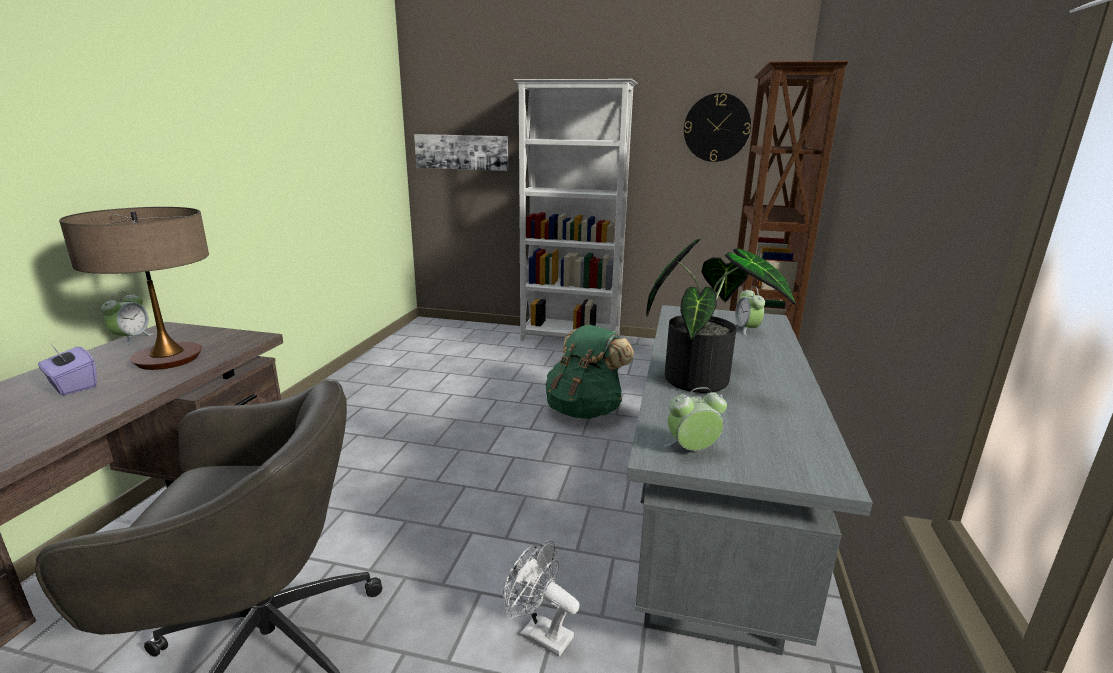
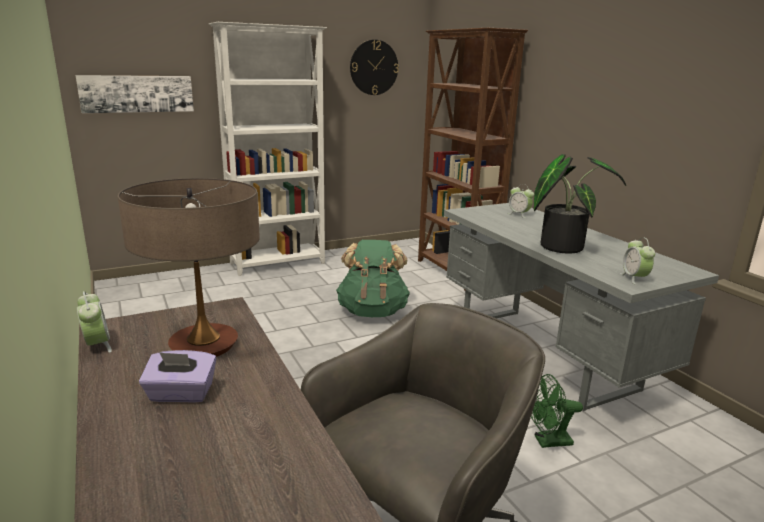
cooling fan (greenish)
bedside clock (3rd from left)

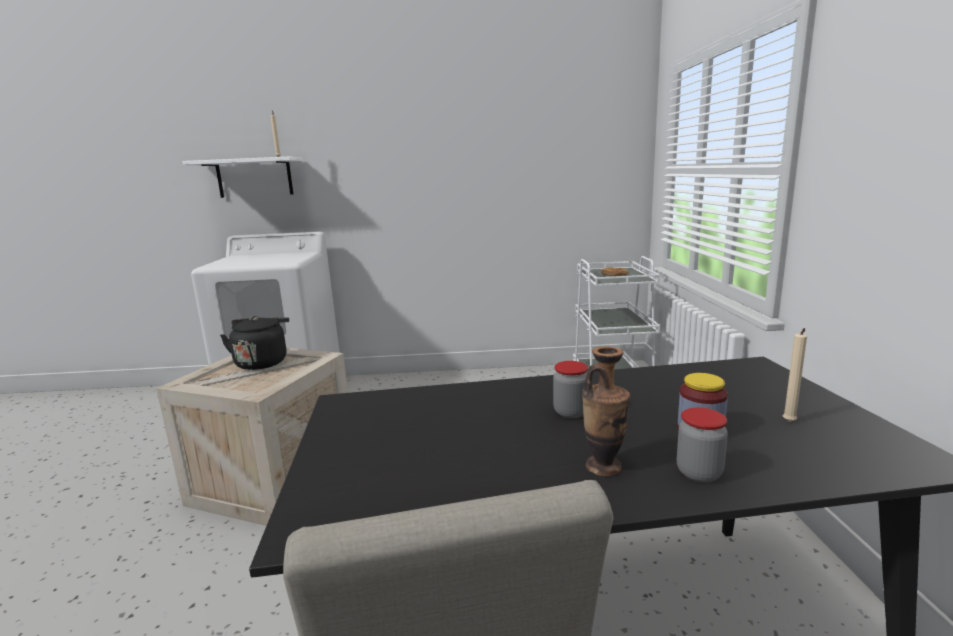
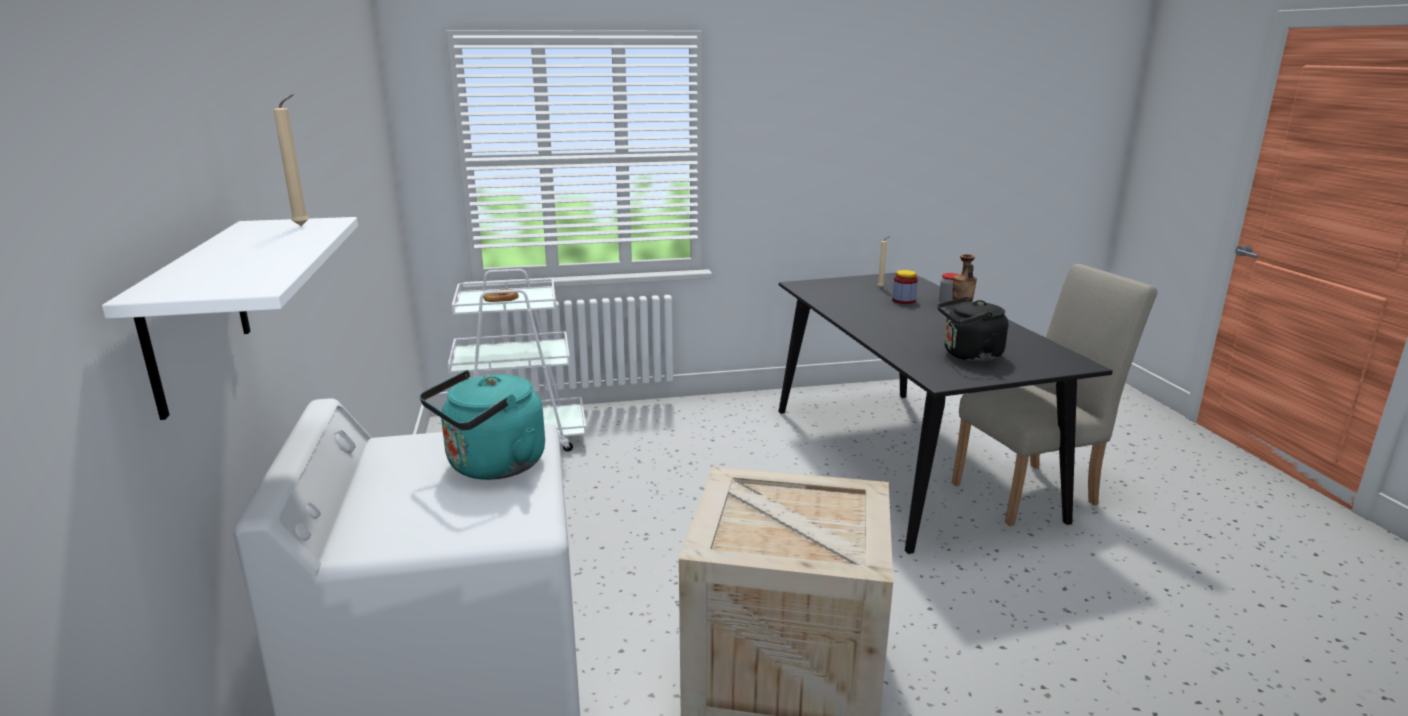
preserve jar (1st from left in the first image)
water kettle (blue-green)
water kettle (black)

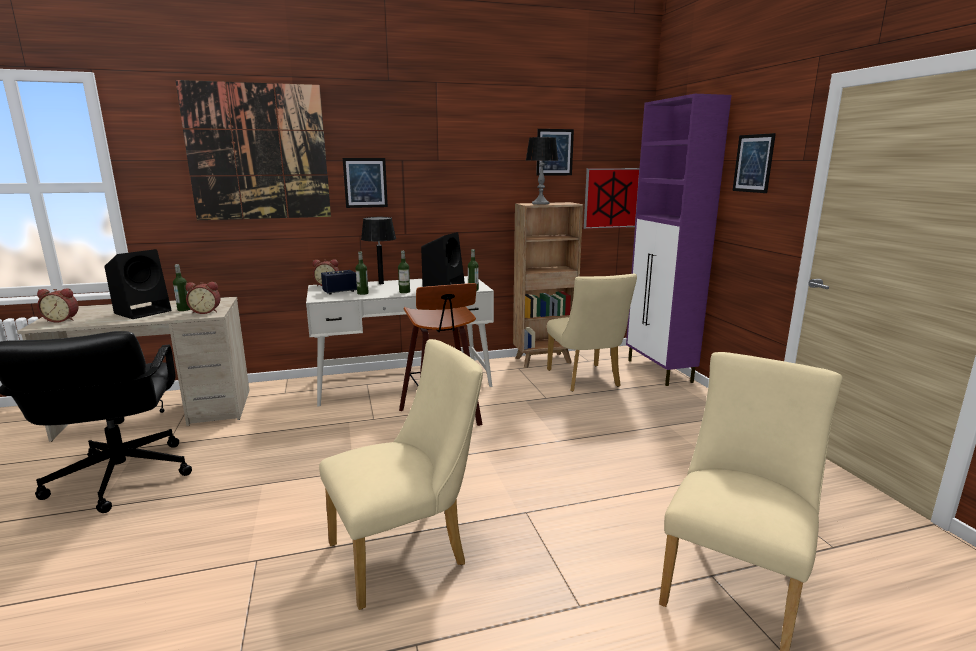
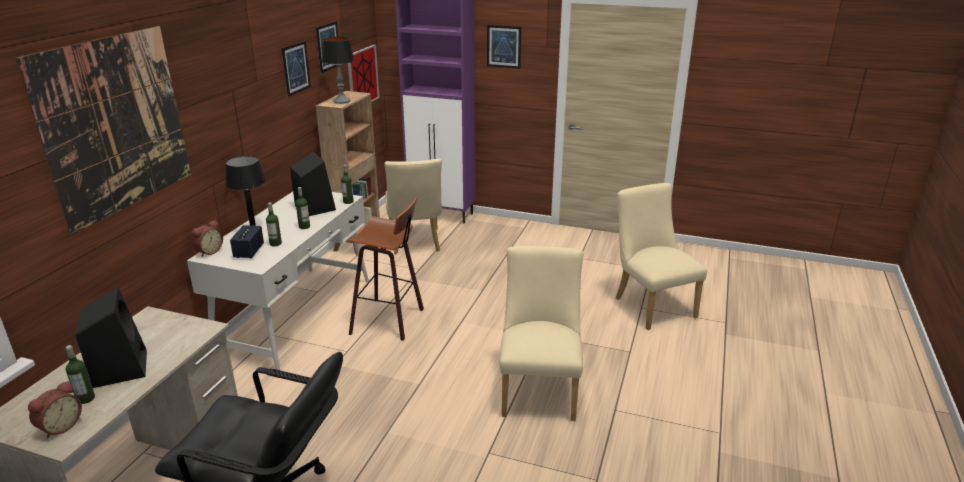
bedside clock (2nd from left in the first image)
drink bottle (1st from left)
picture (2nd from left)
plain chair (sand-coloured) (1st from left)

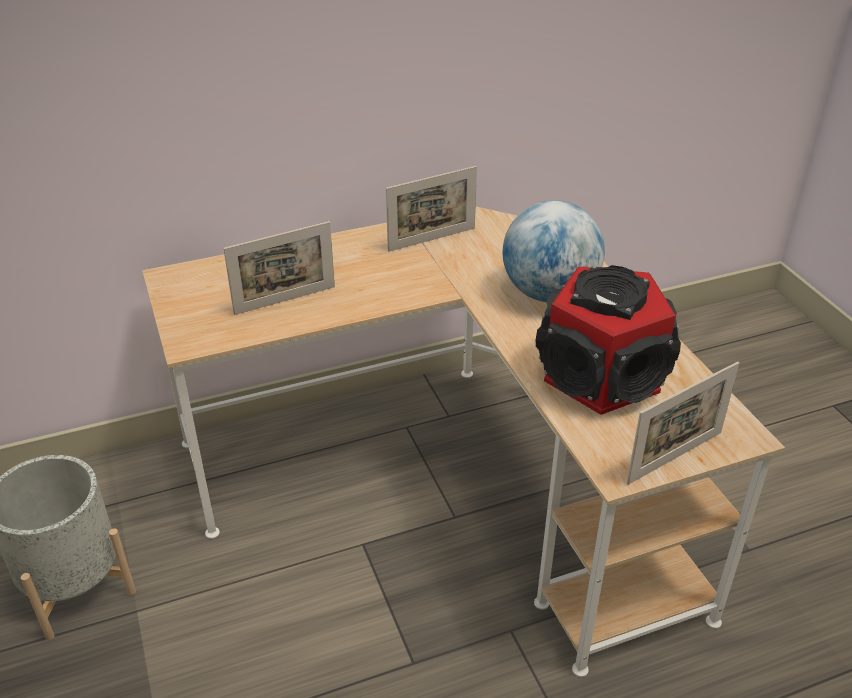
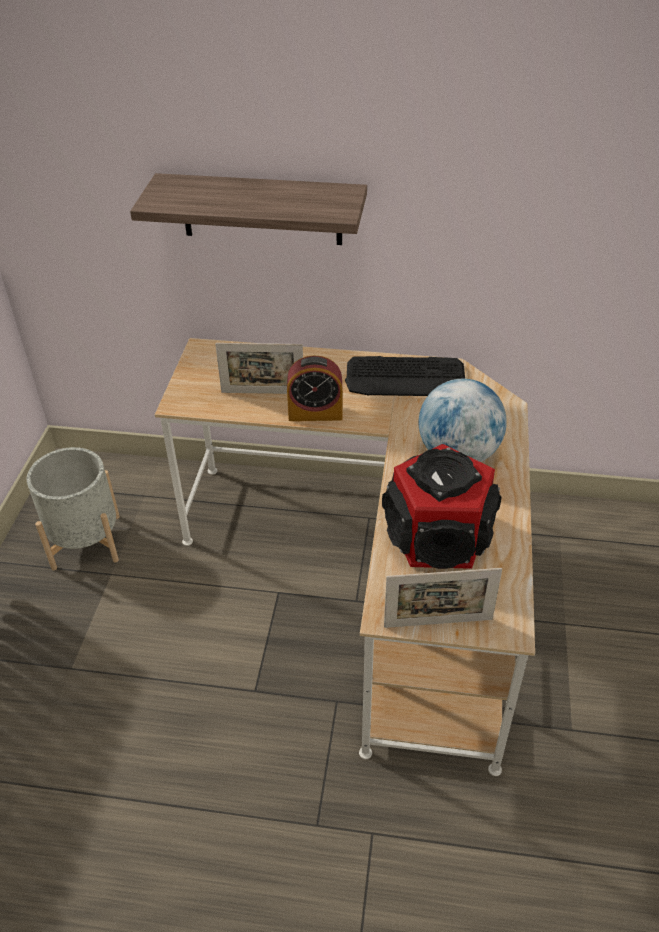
wall shelf
bedside clock
computer keyboard

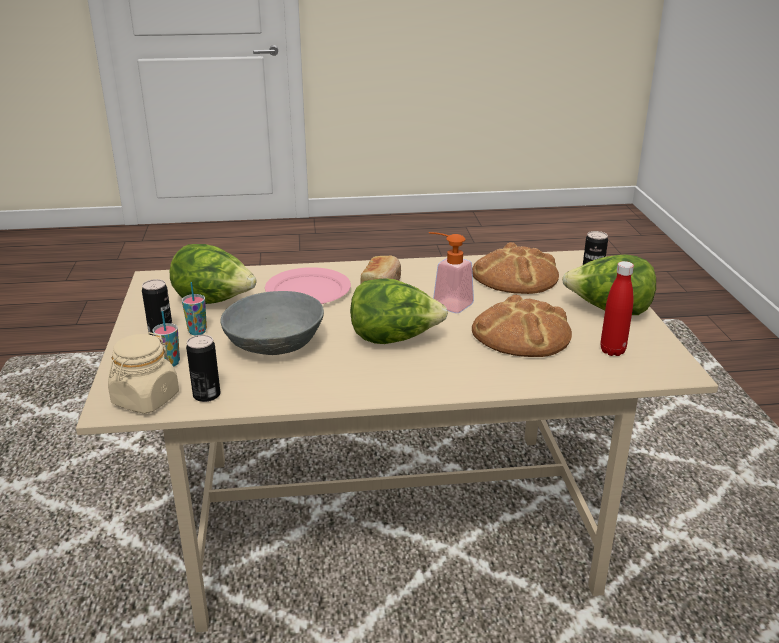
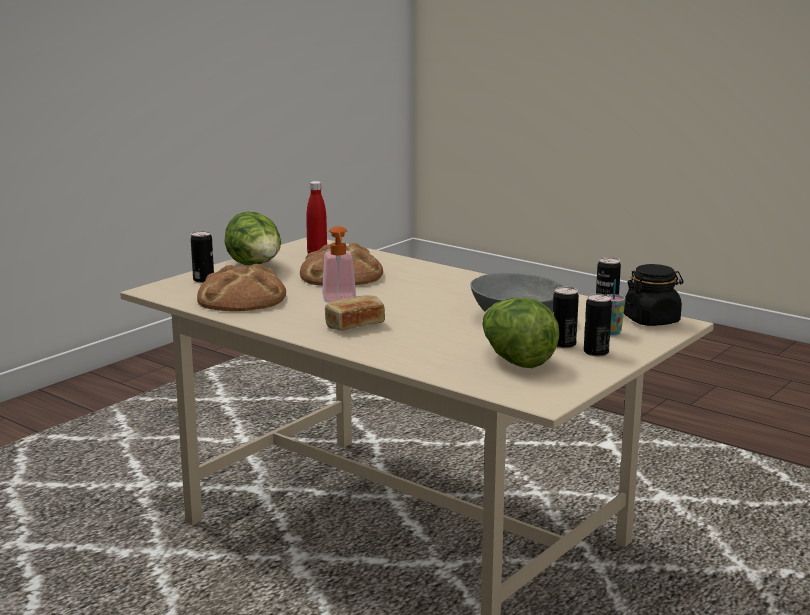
plate (pinkish)
lettuce (2nd from left in the first image)
can (2nd from left)
preserve jar (black)

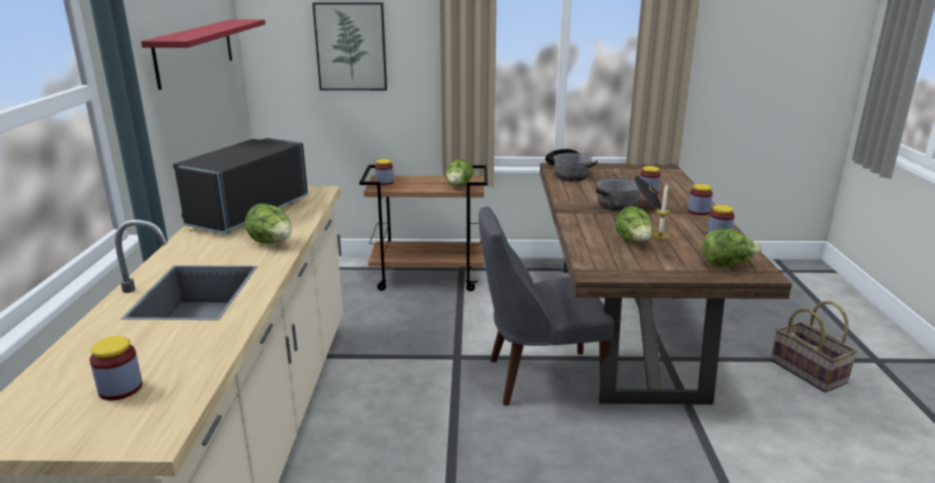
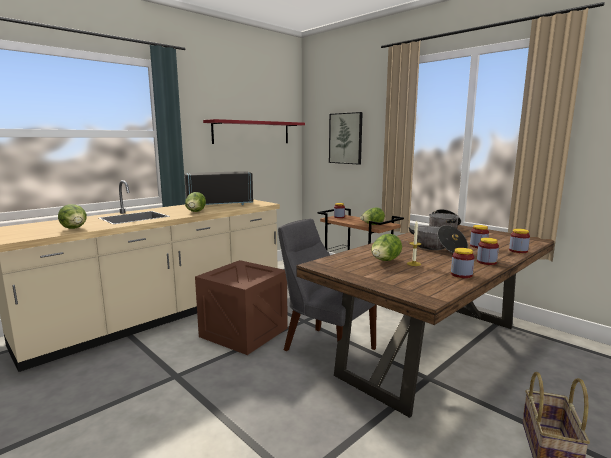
packing crate
preserve jar (5th from left)
lettuce (1st from left)

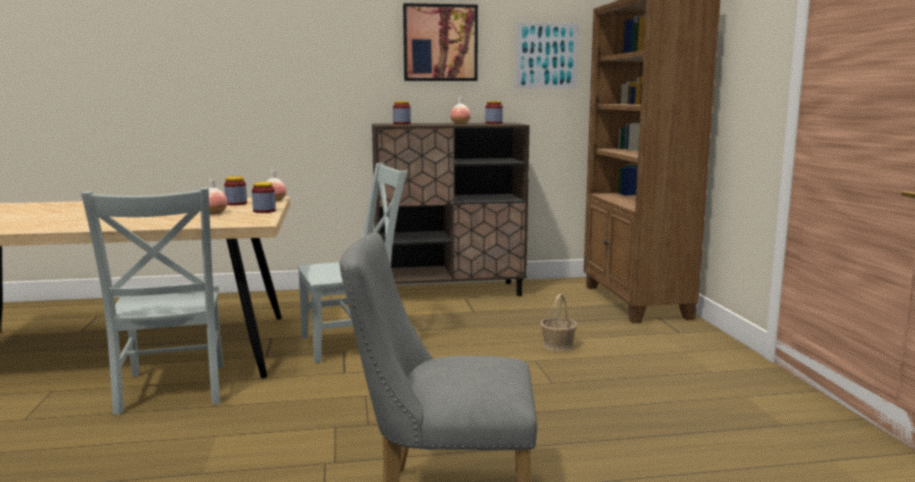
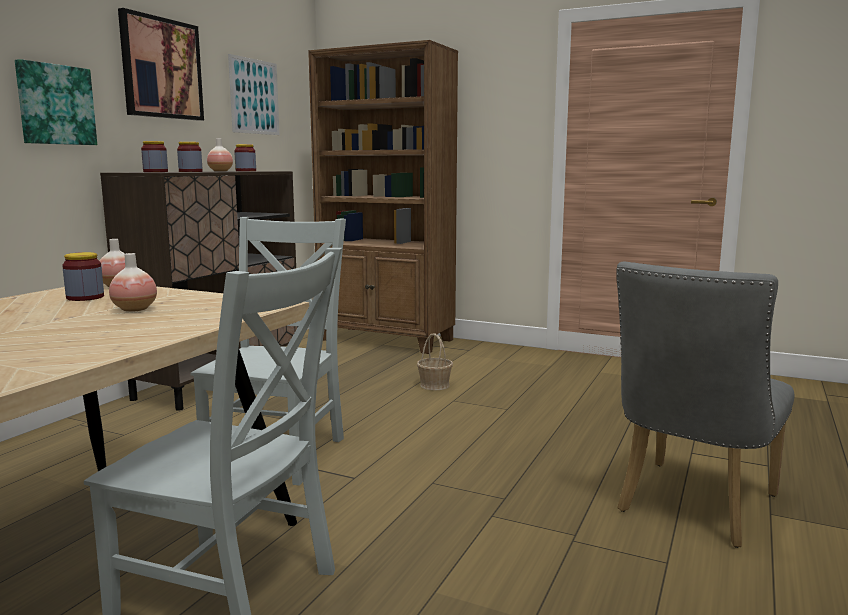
picture (1st from left)
preserve jar (3rd from left)

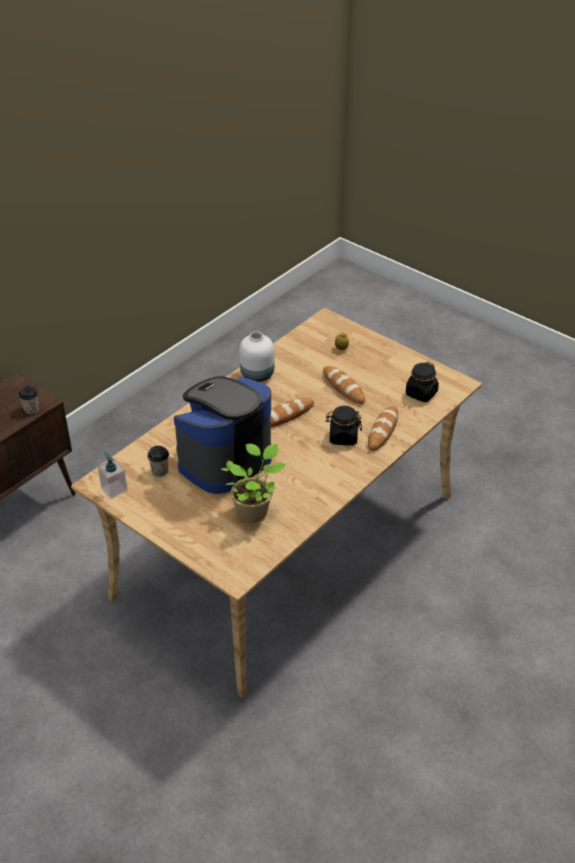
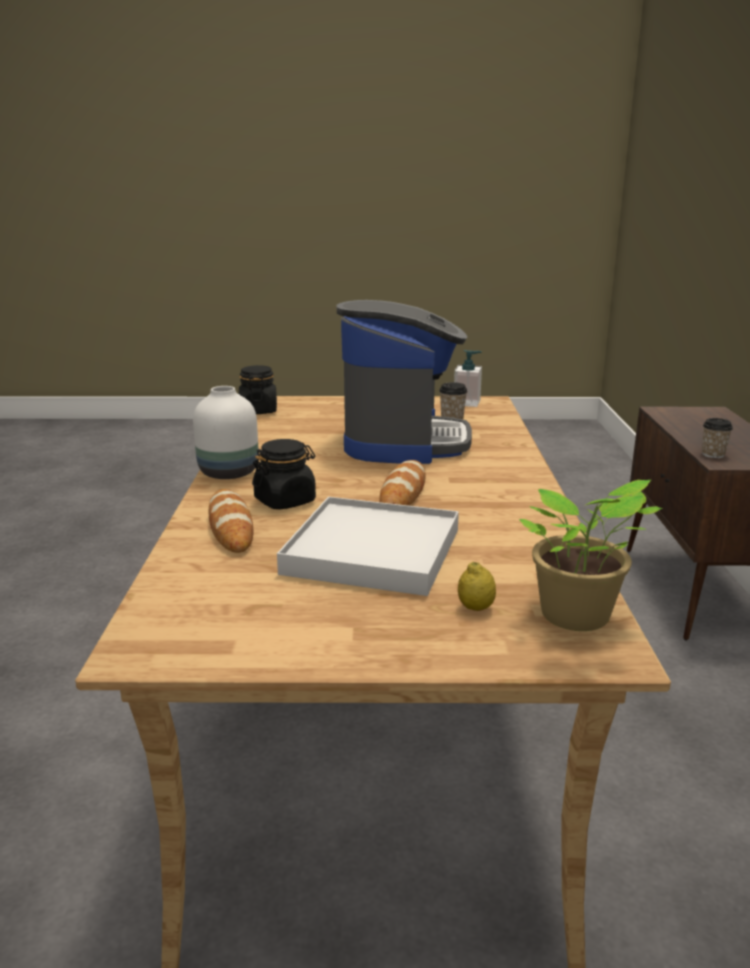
potted plant
vase (white)
preserve jar (black) (1st from left)
serving tray (white)

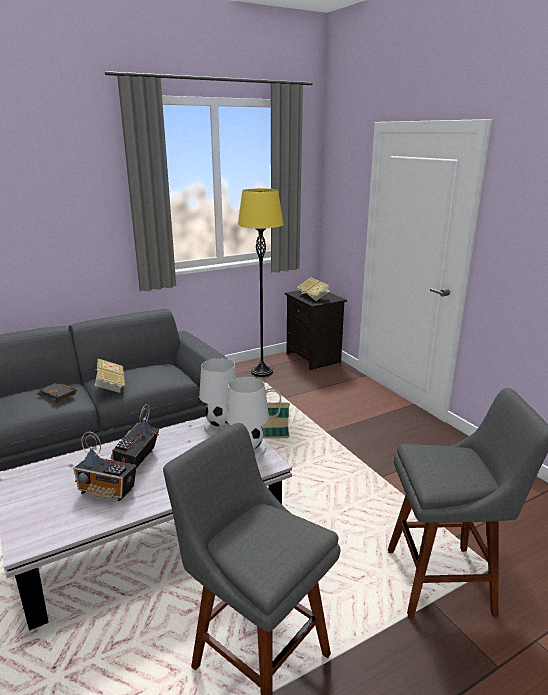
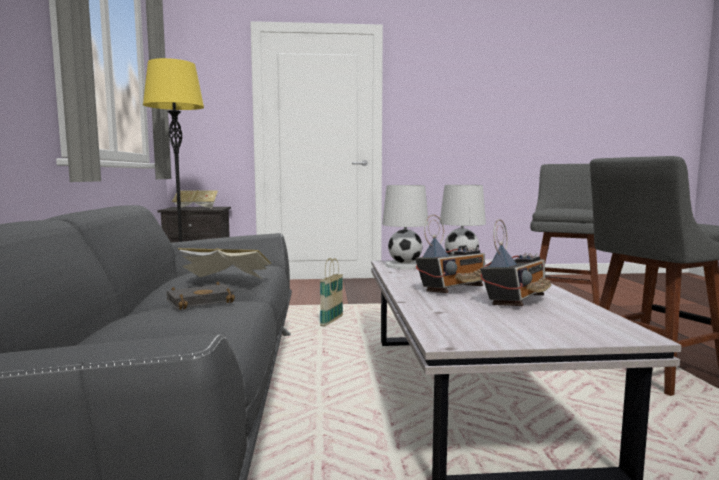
radio set (1st from left)

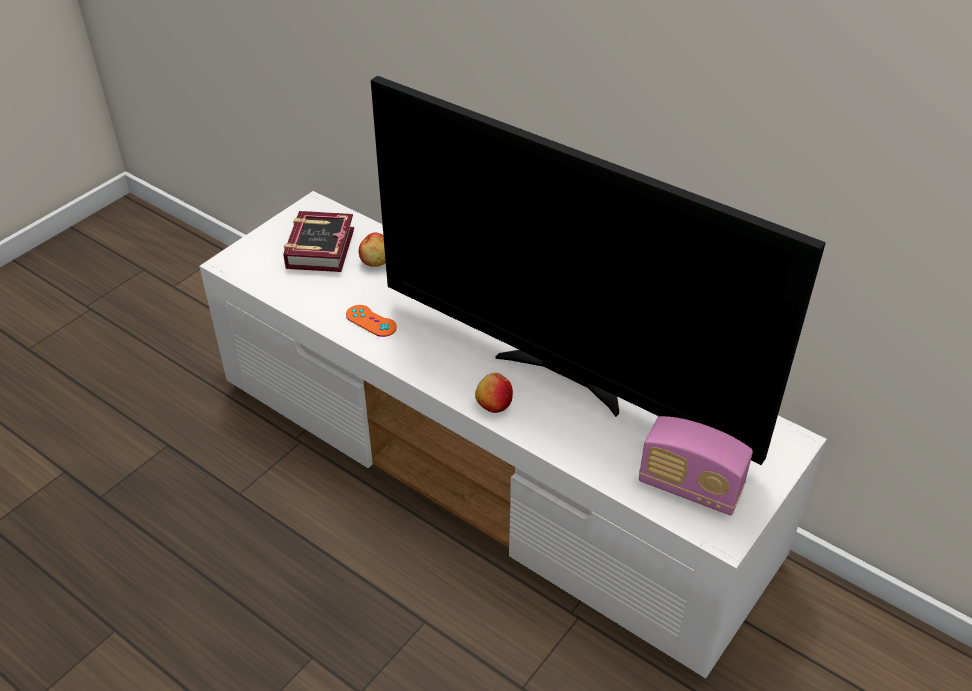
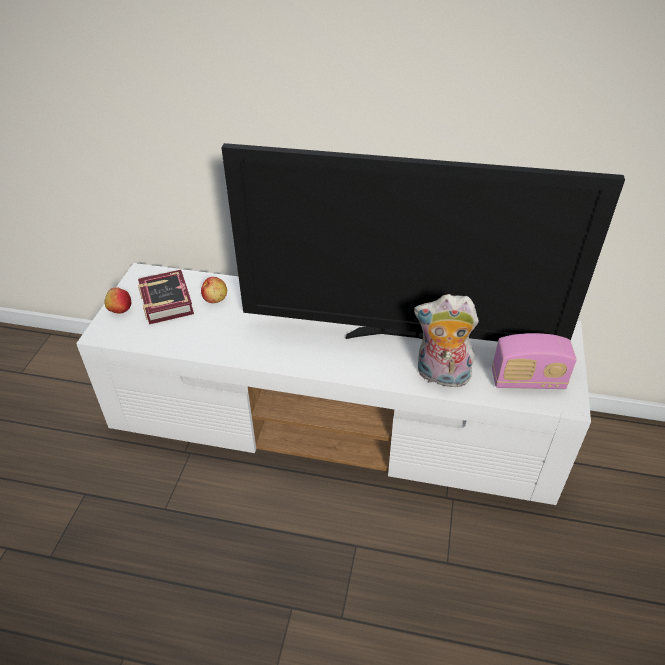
game controller (orange)
cuddly toy
apple fruit (1st from left)

